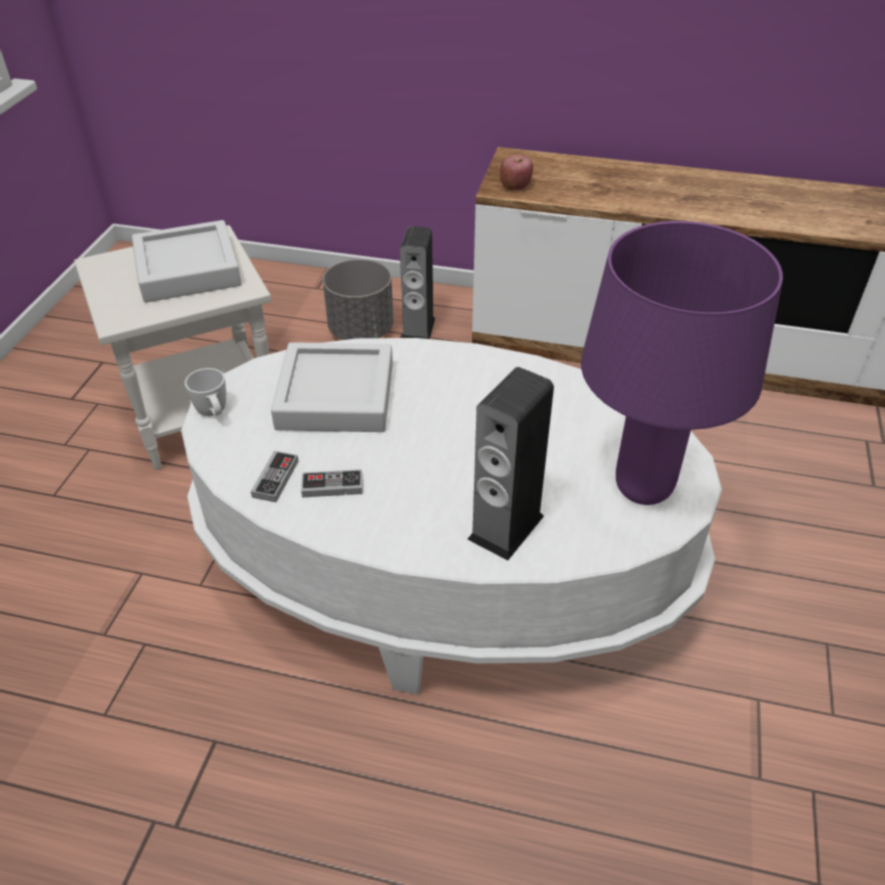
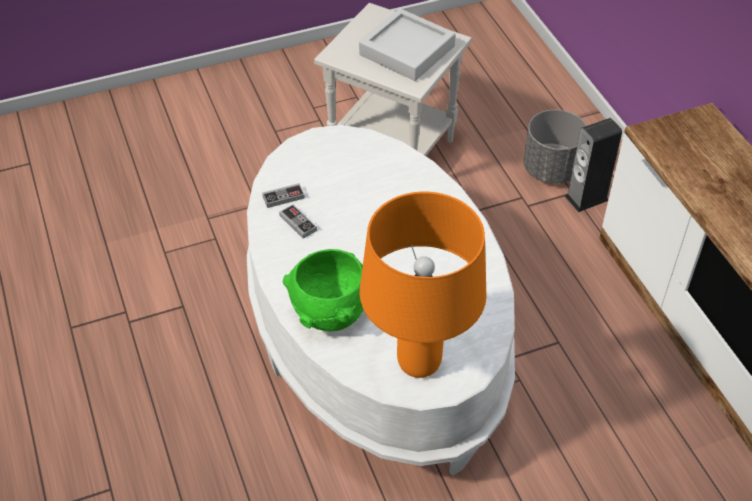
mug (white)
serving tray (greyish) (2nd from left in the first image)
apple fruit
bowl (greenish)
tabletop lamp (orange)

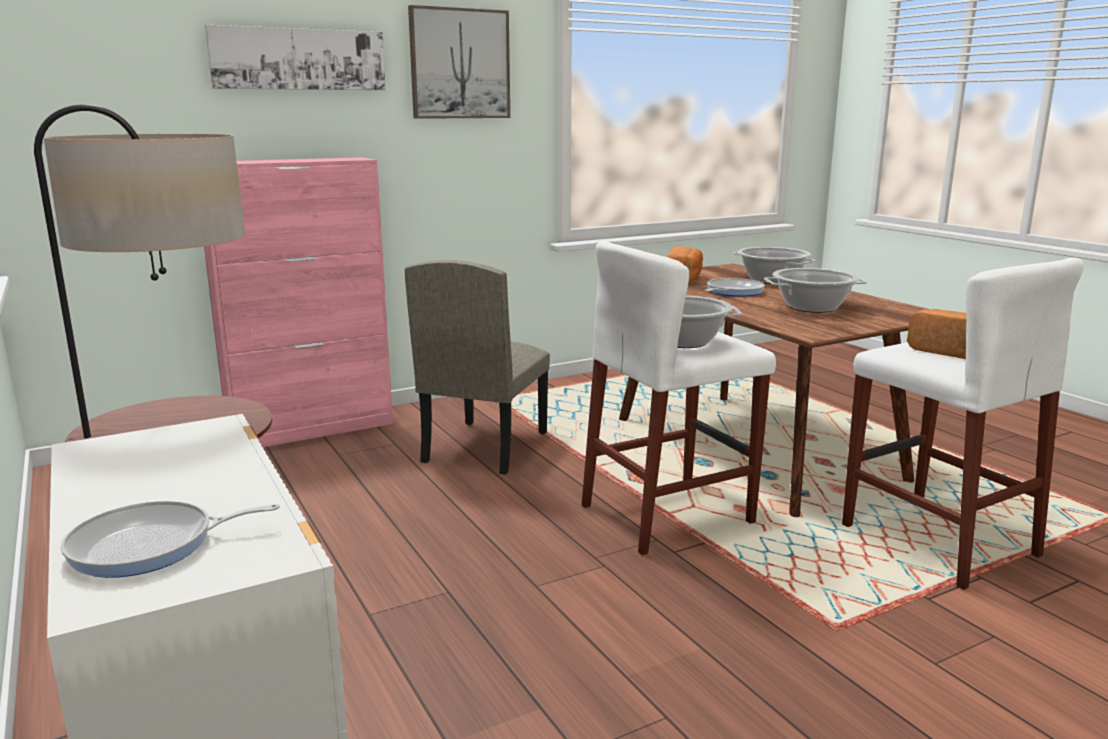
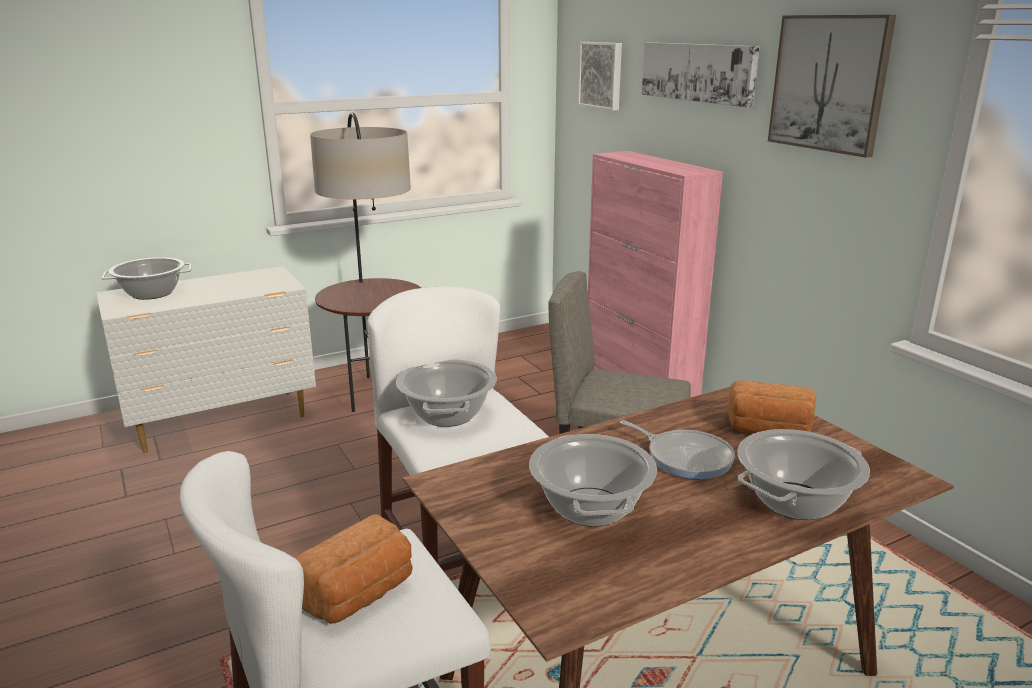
picture (1st from left)
cooking pot (1st from left)

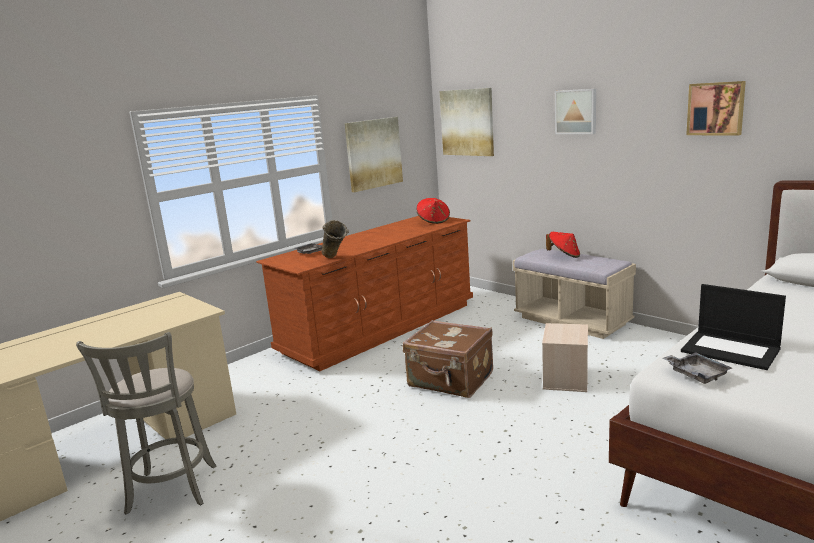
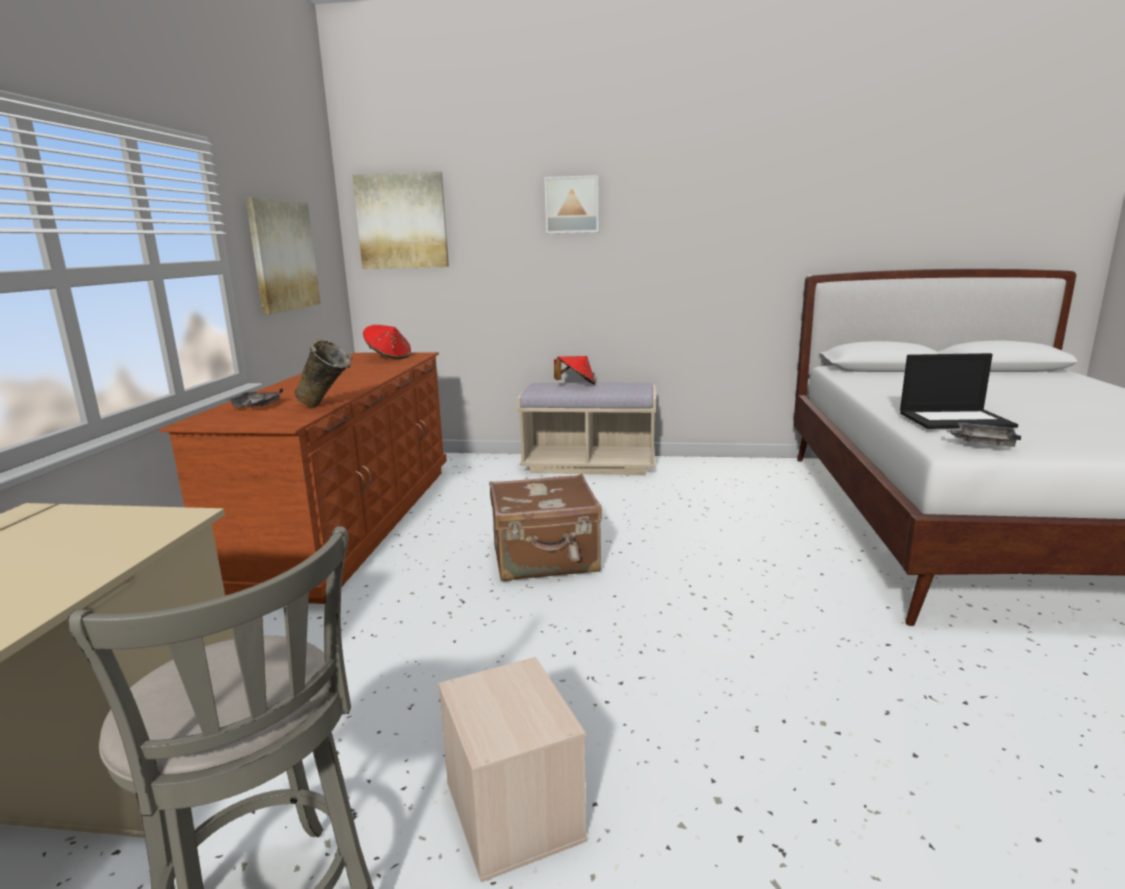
picture (4th from left in the first image)
storage box (sand-coloured)

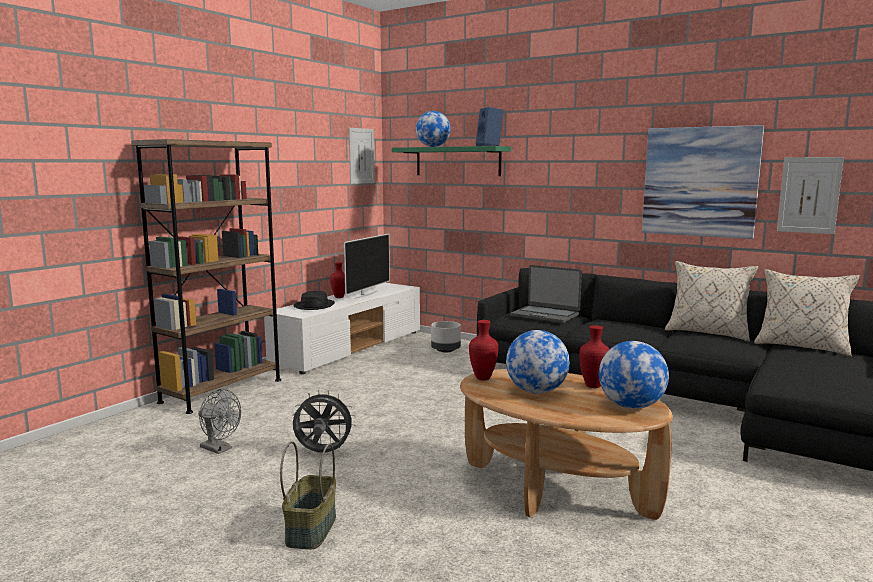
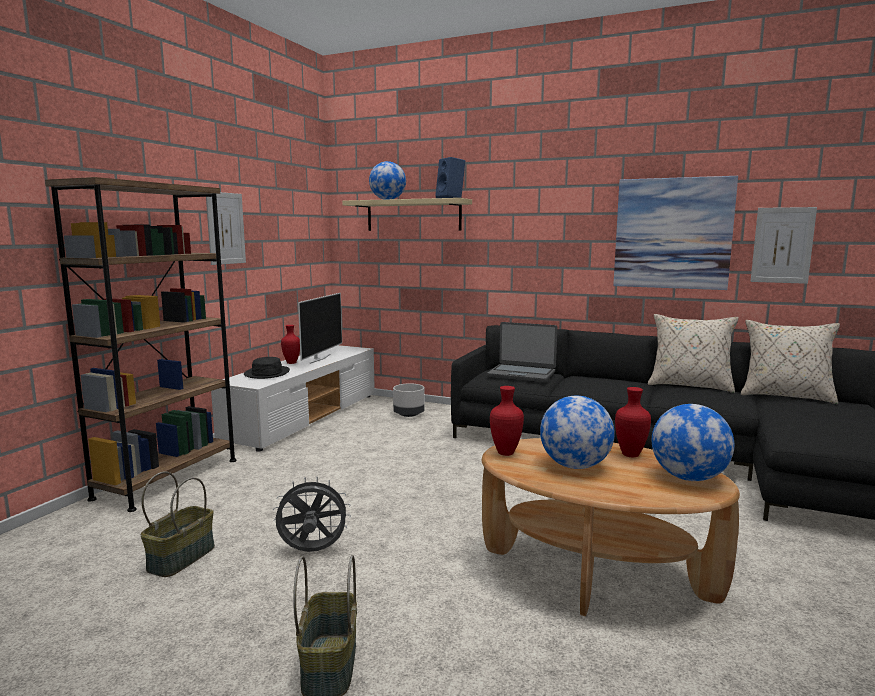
picture (1st from left)
basket (1st from left)
wall shelf (sand-coloured)

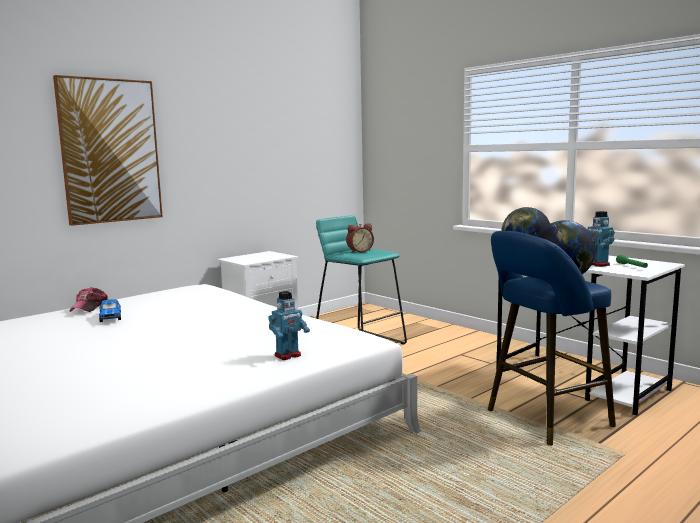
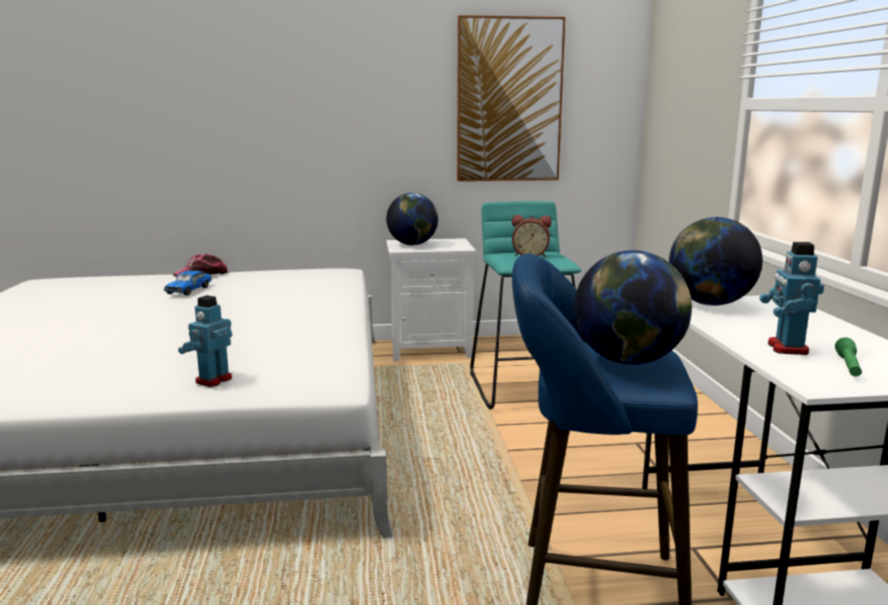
desk globe (1st from left)
picture
toy robot (1st from left)

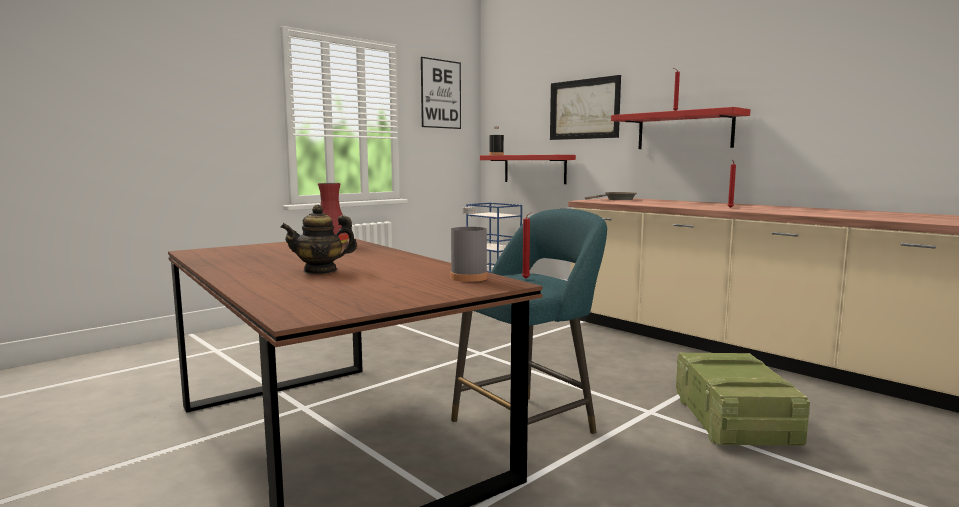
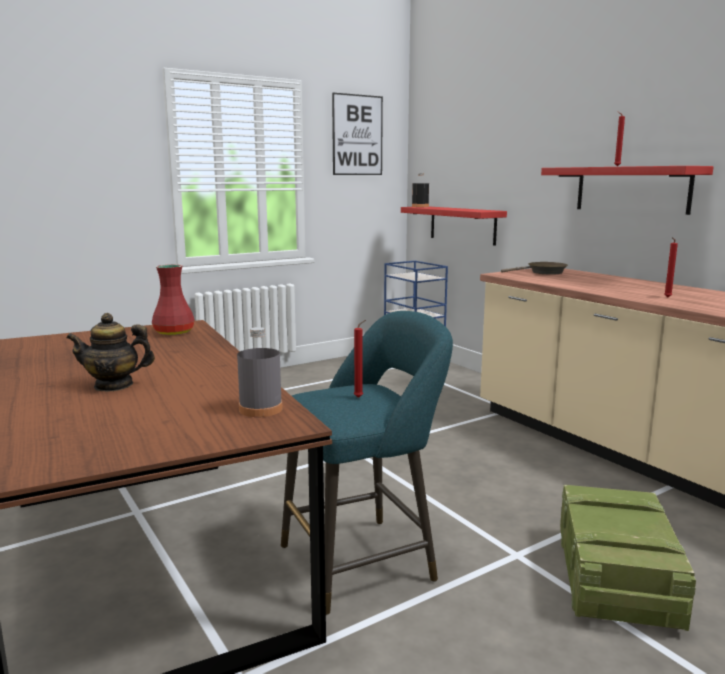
picture (2nd from left in the first image)

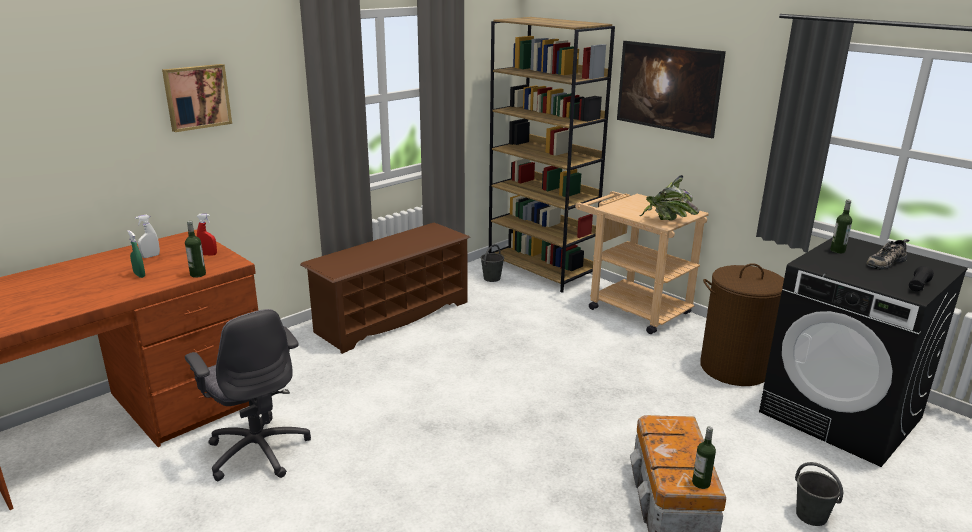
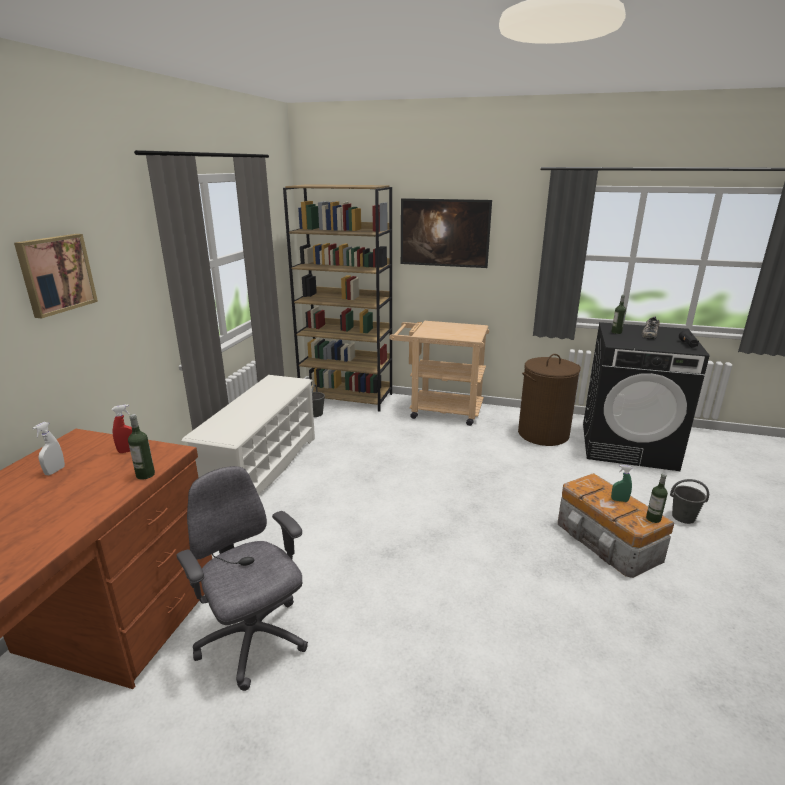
potted plant
spray bottle (greenish)
shoe stand (white)
computer chair (greyish)

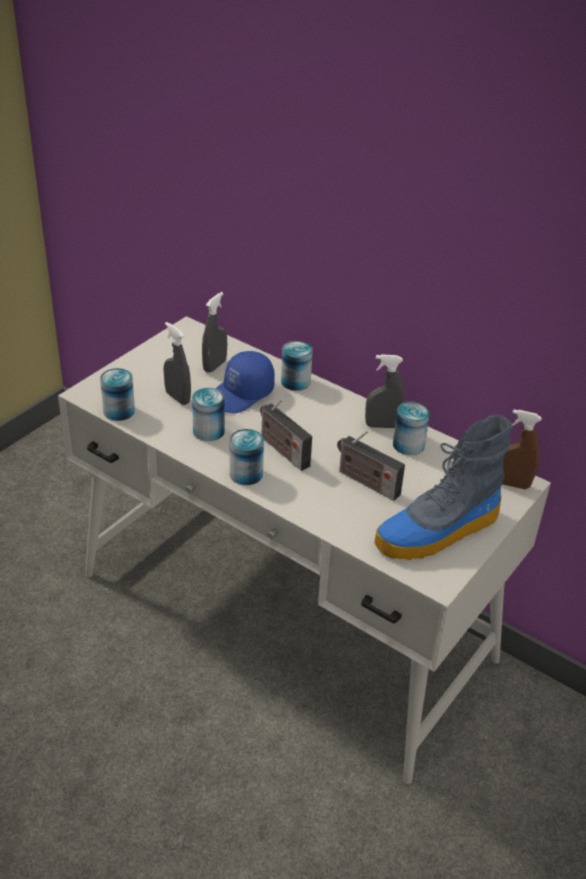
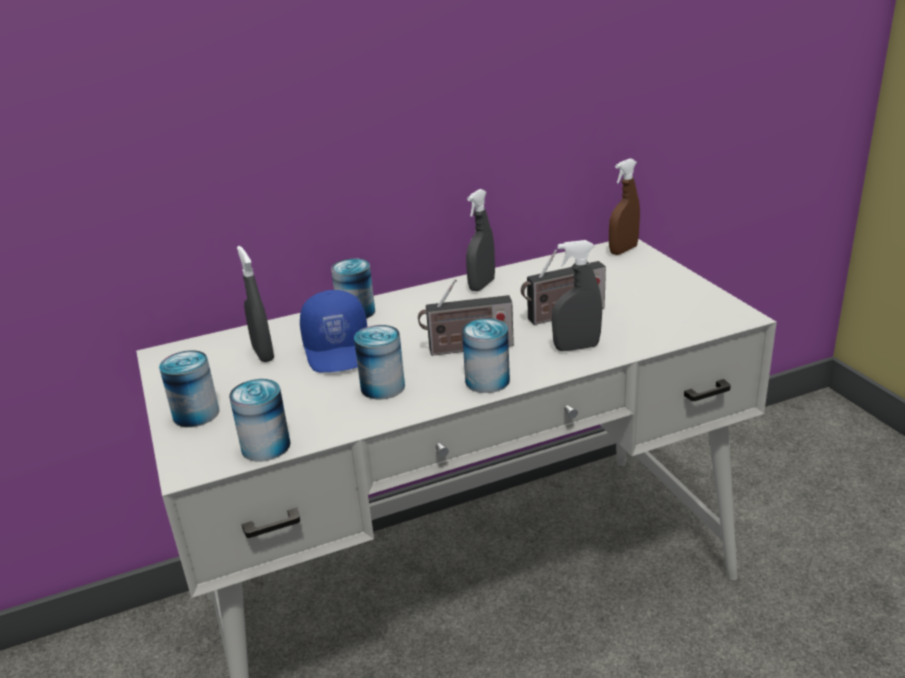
boot
spray bottle (greyish) (3rd from left)
can (1st from left)

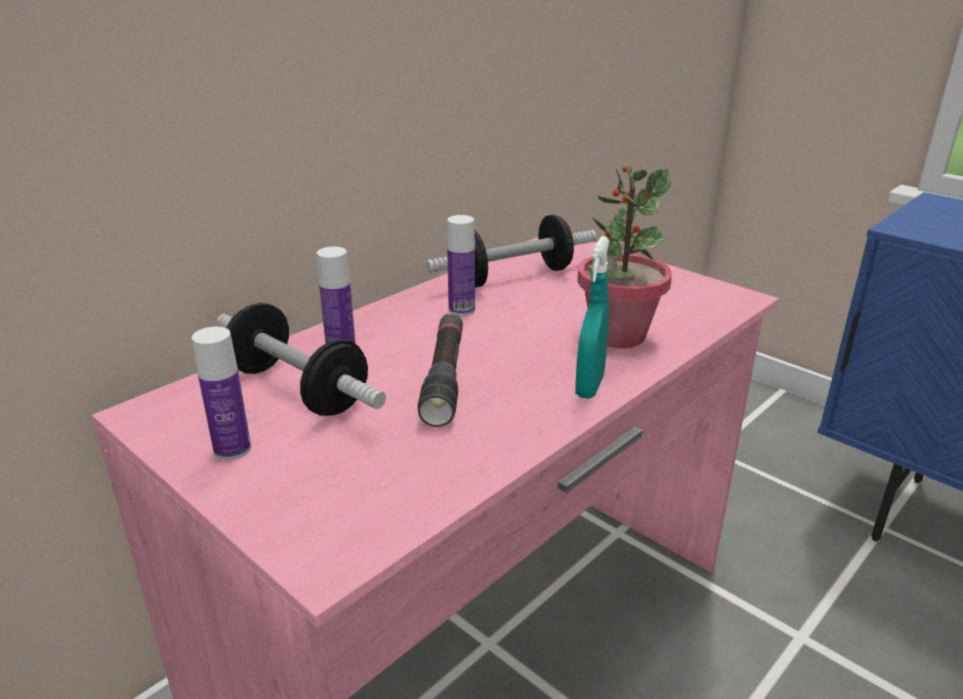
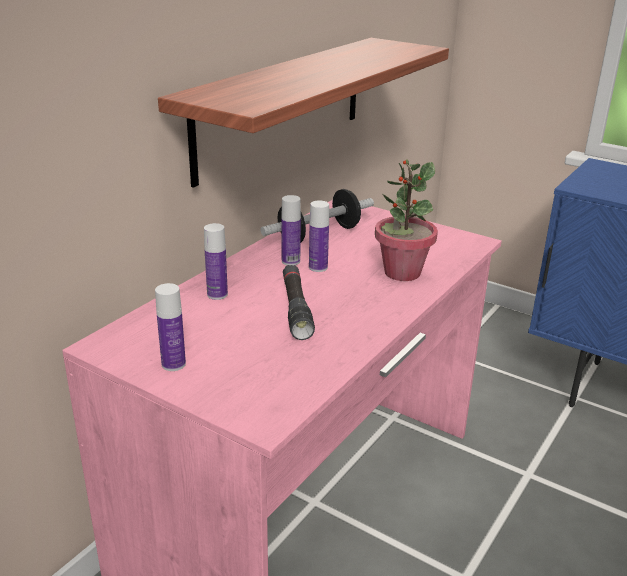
free weight (1st from left in the first image)
spray bottle (blue-green)
wall shelf
drink bottle (4th from left)

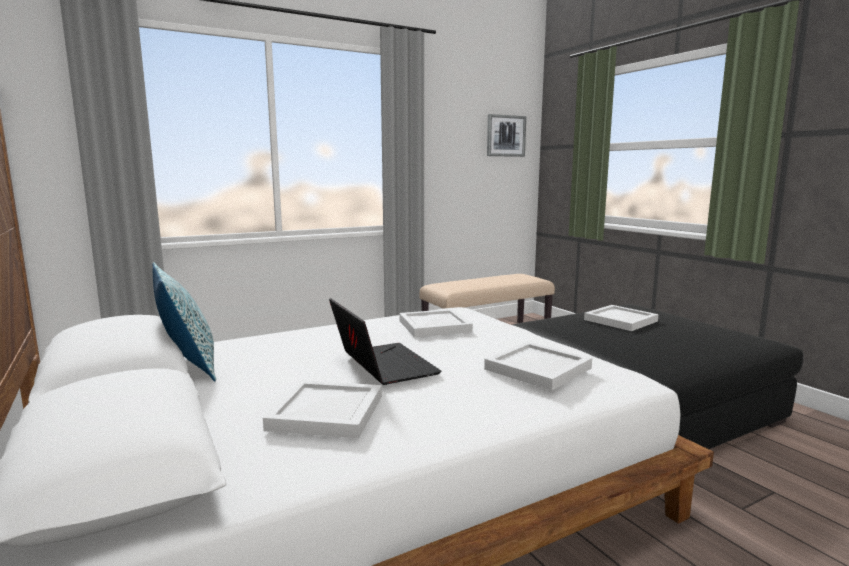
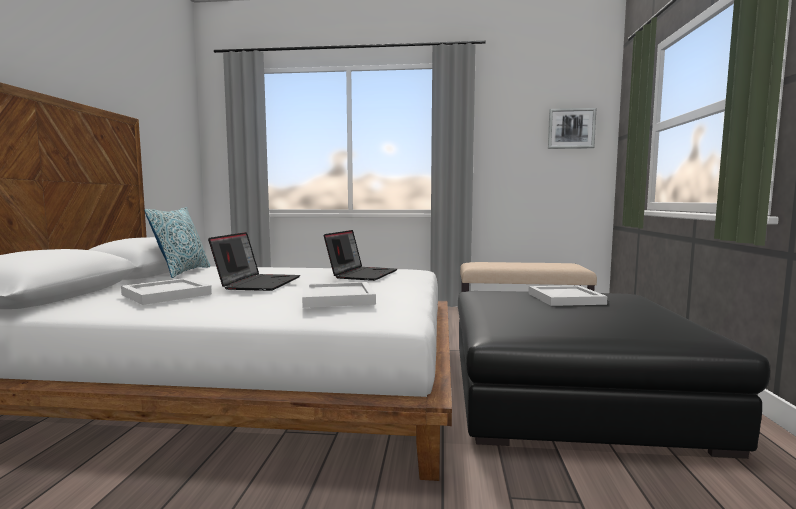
portable computer (2nd from left)

